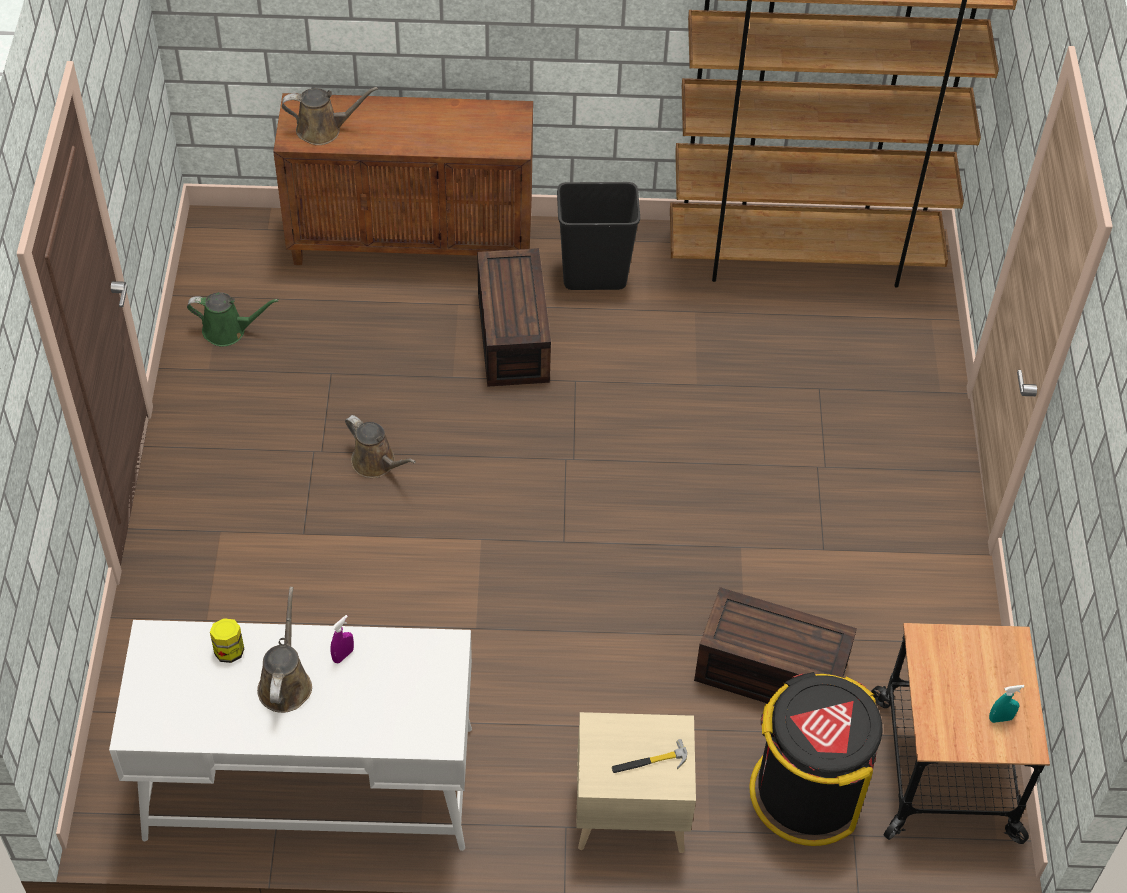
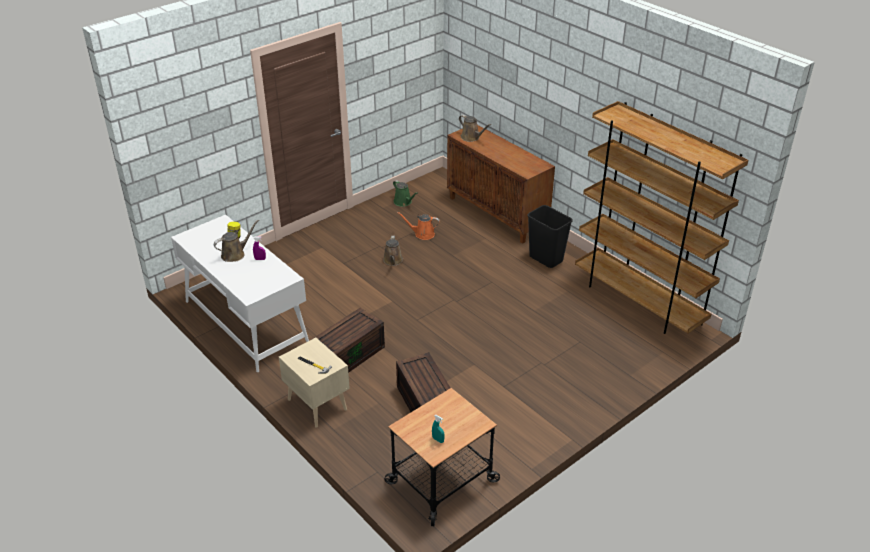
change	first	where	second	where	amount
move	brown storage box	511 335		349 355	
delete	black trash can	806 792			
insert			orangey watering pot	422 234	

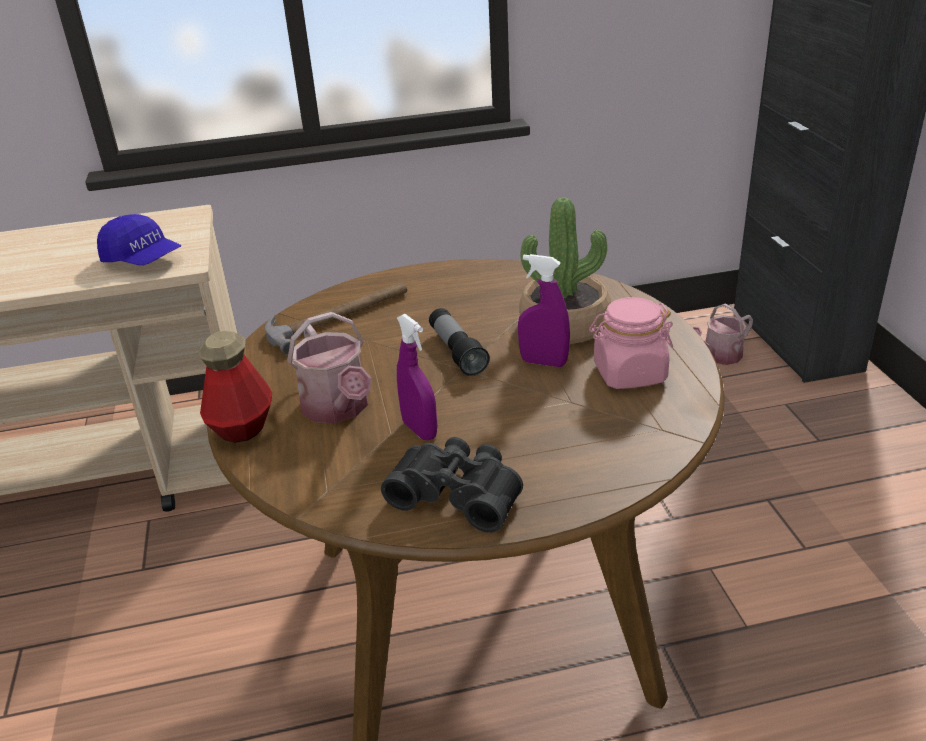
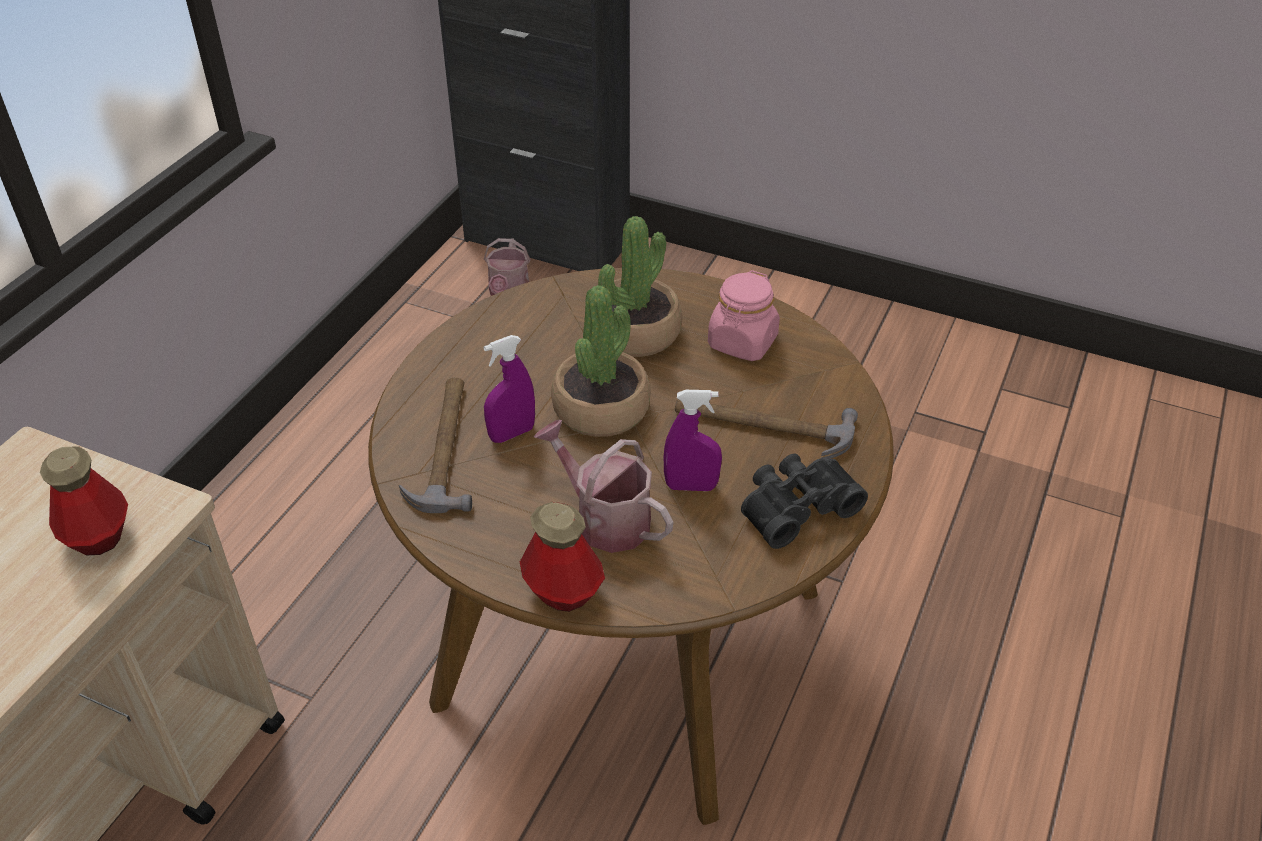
change	first	where	second	where	amount
replace	blue-coloured baseball cap	143 260	drink bottle	98 536	
rotate	watering pot	338 409		605 518	150 degrees counterclockwise
replace	torch	457 352	plant in a pot	601 408	
move	purple-coloured spray bottle	543 362		512 434	
insert			tool hammer	762 426	

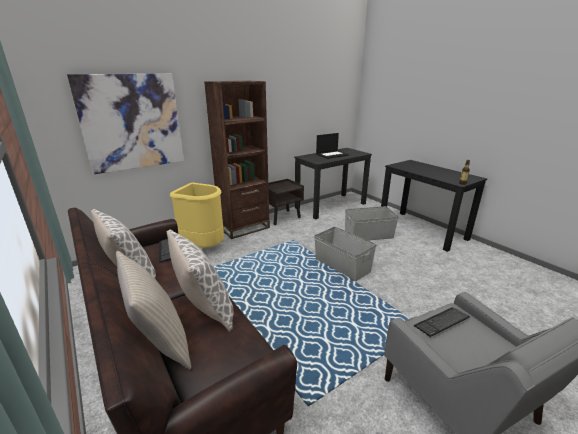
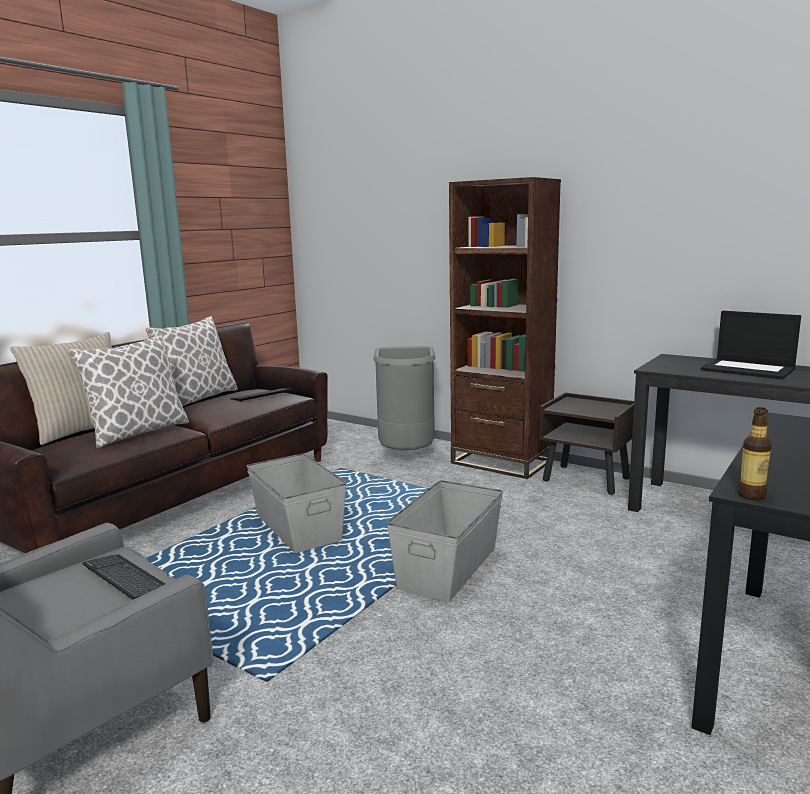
change	first	where	second	where	amount
delete	wall picture	132 122			
recolor	yellow-coloured trash can	204 247	greyish trash can	407 454	
move	greyish storage box	369 235		297 528	

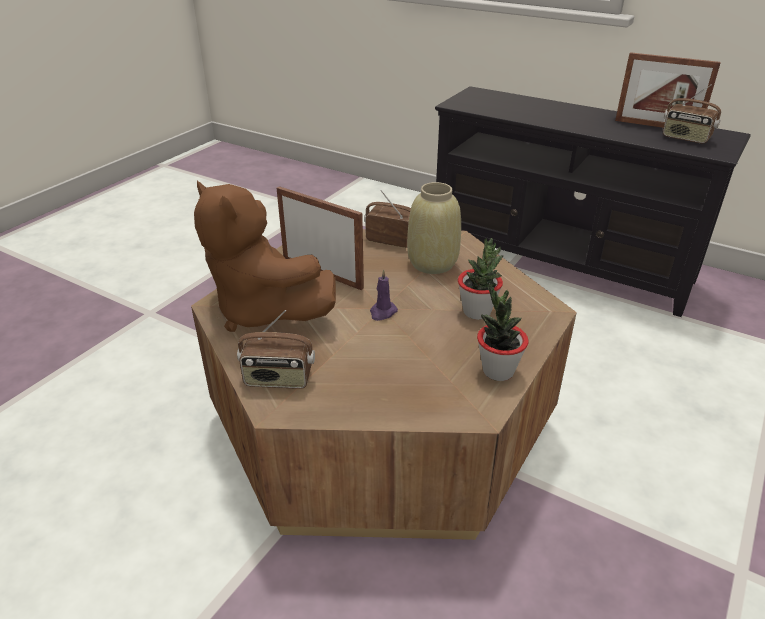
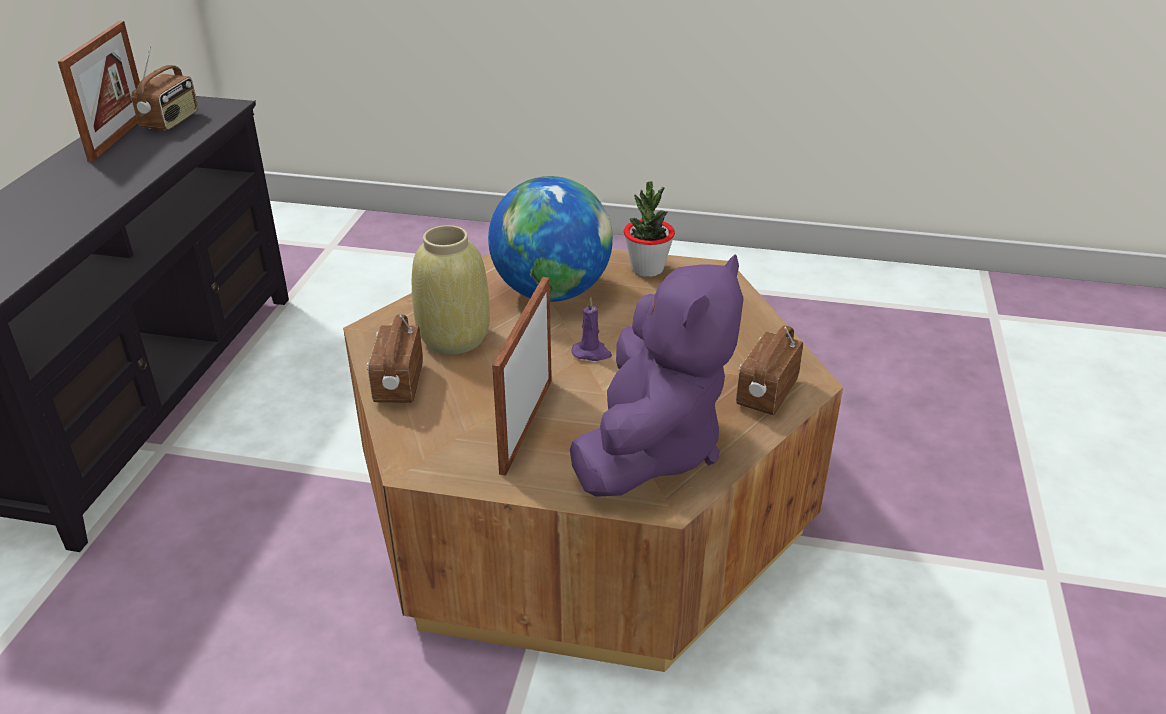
change	first	where	second	where	amount
recolor	brown plush toy	263 311	purple-coloured plush toy	650 449	
rotate	radio set	278 379		765 393	135 degrees counterclockwise
replace	plant in a pot	477 312	desk globe	551 292	

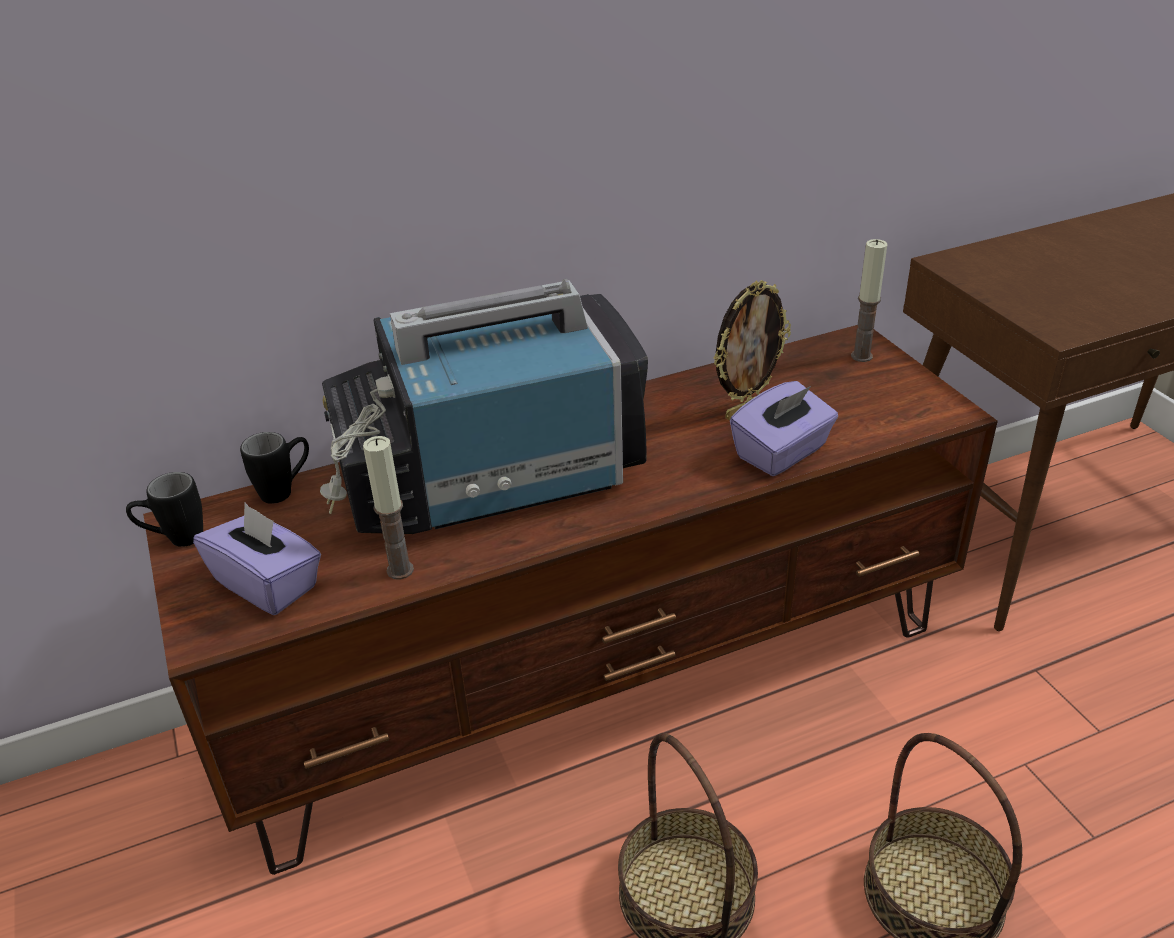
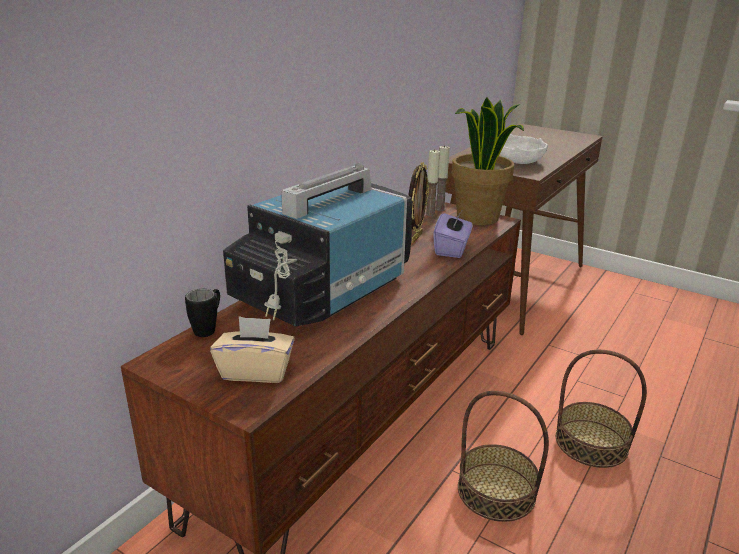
change	first	where	second	where	amount
delete	black mug	175 539			
recolor	purple-coloured tissue box	268 584	beige tissue box	256 371	
move	wax candle	400 570		430 214	
insert			plant in a pot	478 218	
insert			white-coloured deep dish	519 161	

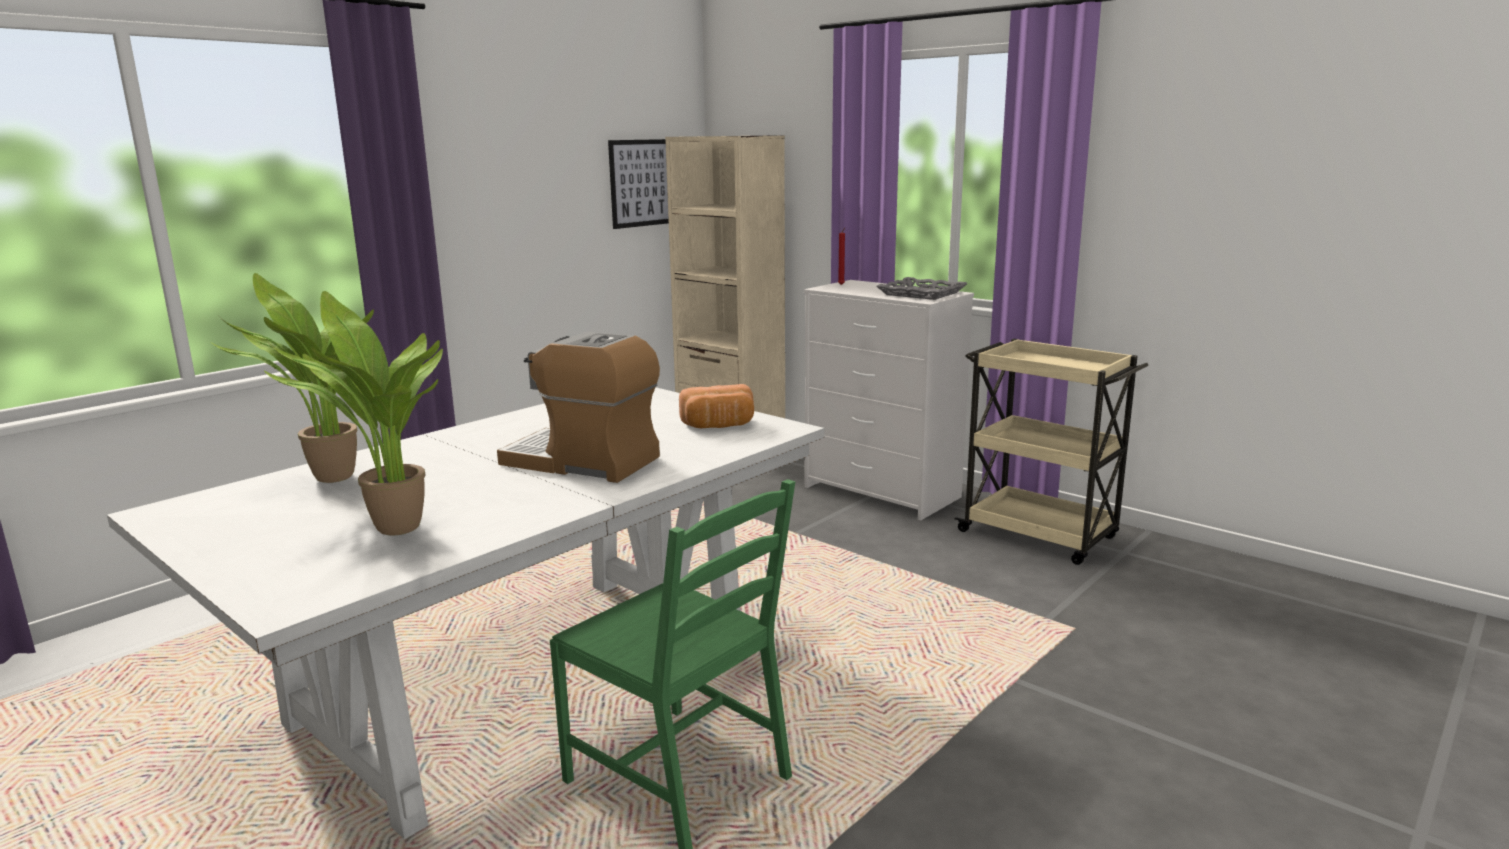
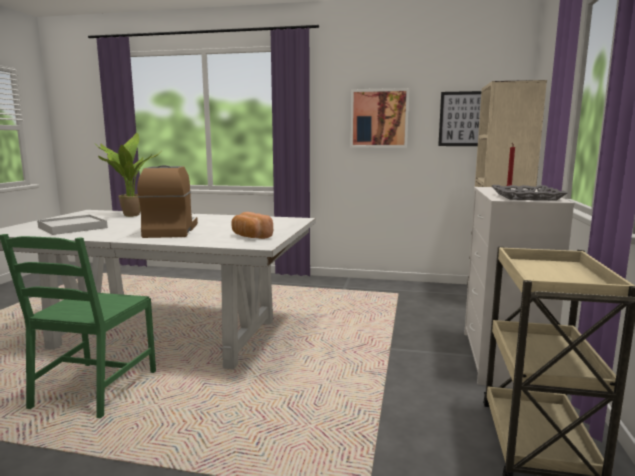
change	first	where	second	where	amount
replace	plant in a pot	390 530	white-coloured tray	72 228	
insert			wall picture	379 118	

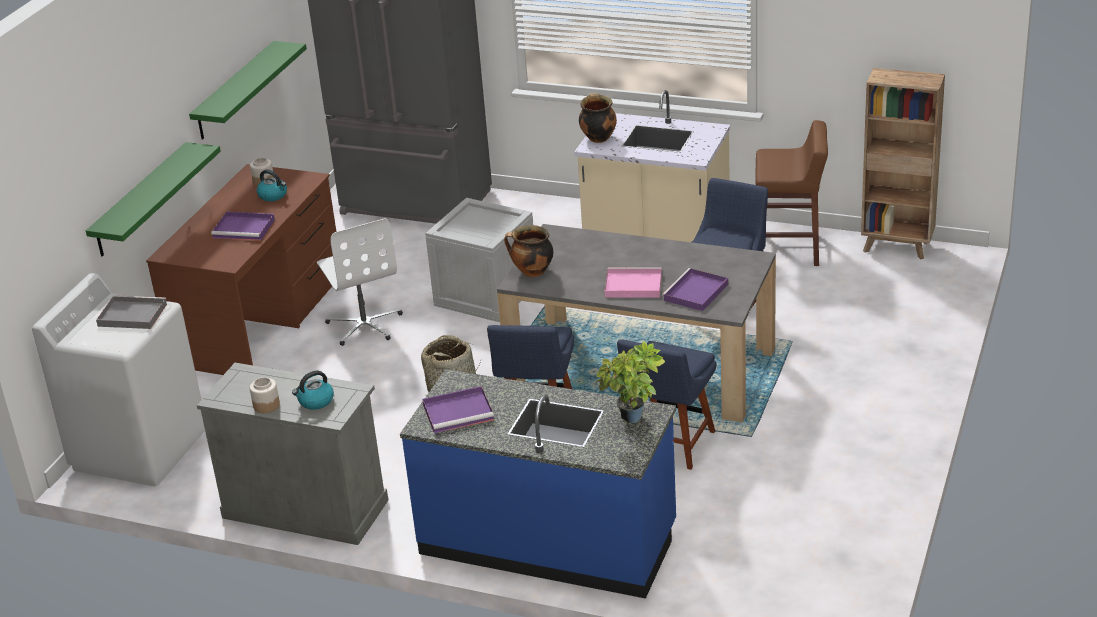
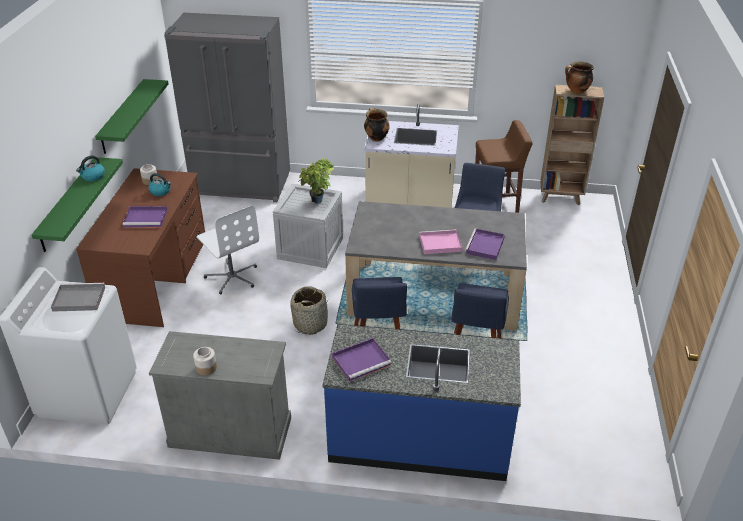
change	first	where	second	where	amount
move	tea kettle	315 401		93 176	
move	cooking pot	532 272		576 91	
move	plant in a pot	632 421		318 202	

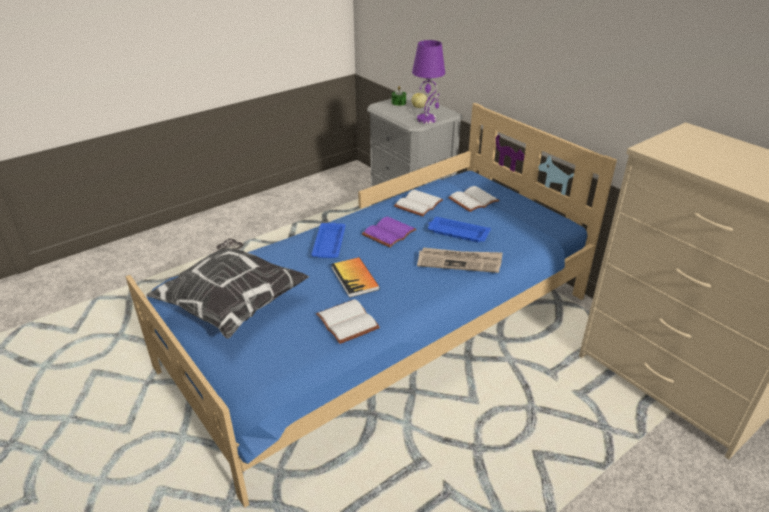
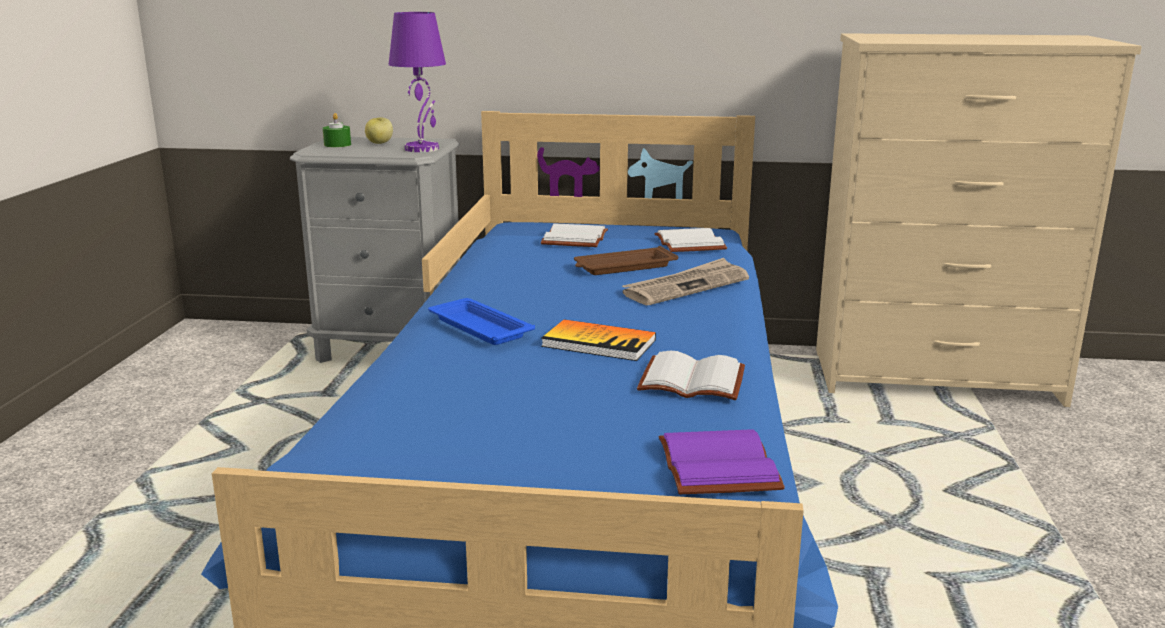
change	first	where	second	where	amount
delete	throw pillow	233 305			
move	purple-coloured volume	388 232		714 465	
move	white-coloured volume	418 203		687 243	
recolor	blue-coloured tray	457 233	brown tray	623 267	

